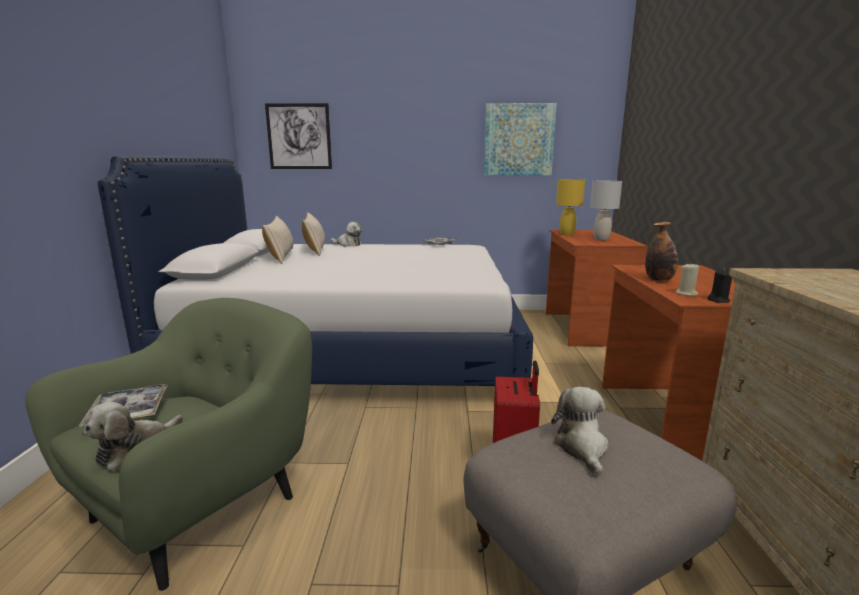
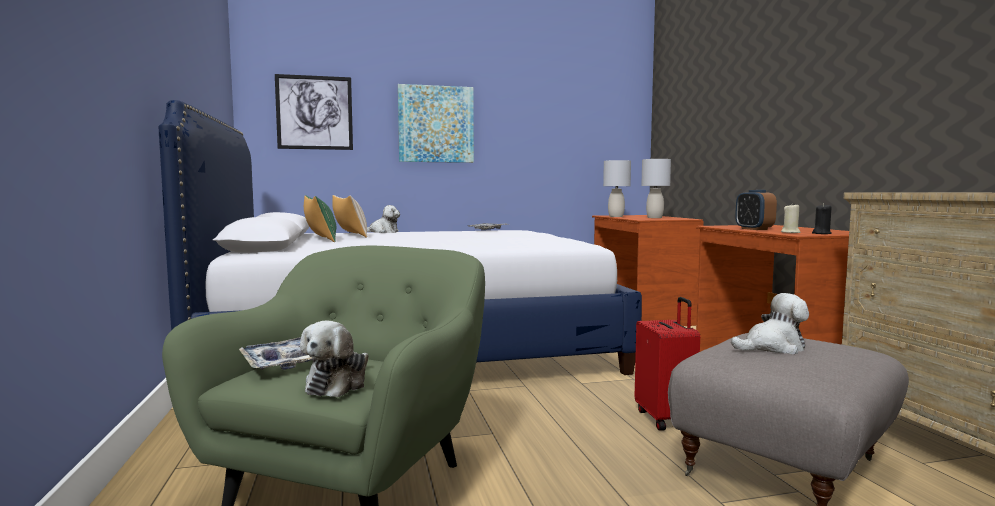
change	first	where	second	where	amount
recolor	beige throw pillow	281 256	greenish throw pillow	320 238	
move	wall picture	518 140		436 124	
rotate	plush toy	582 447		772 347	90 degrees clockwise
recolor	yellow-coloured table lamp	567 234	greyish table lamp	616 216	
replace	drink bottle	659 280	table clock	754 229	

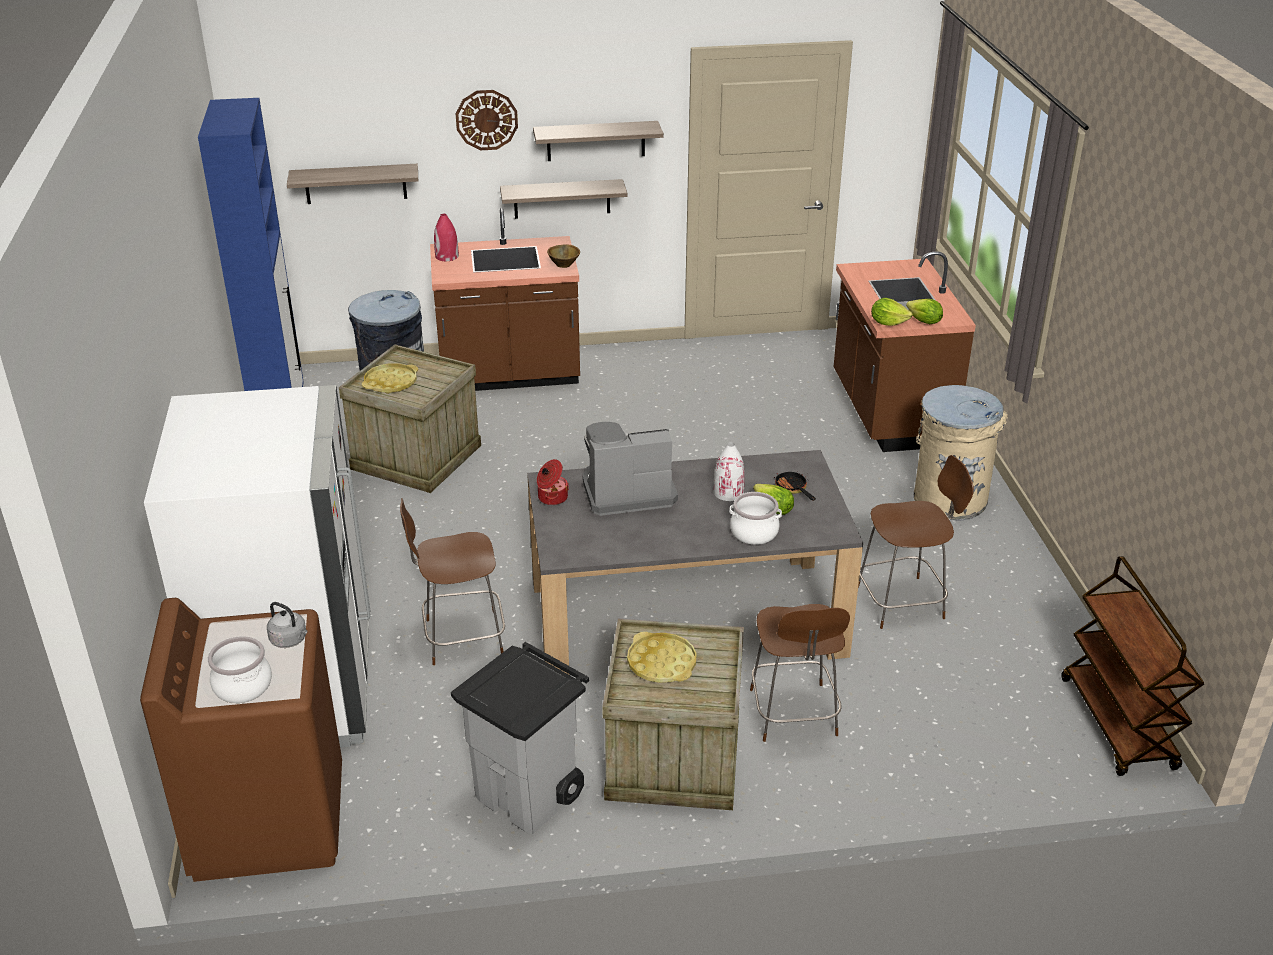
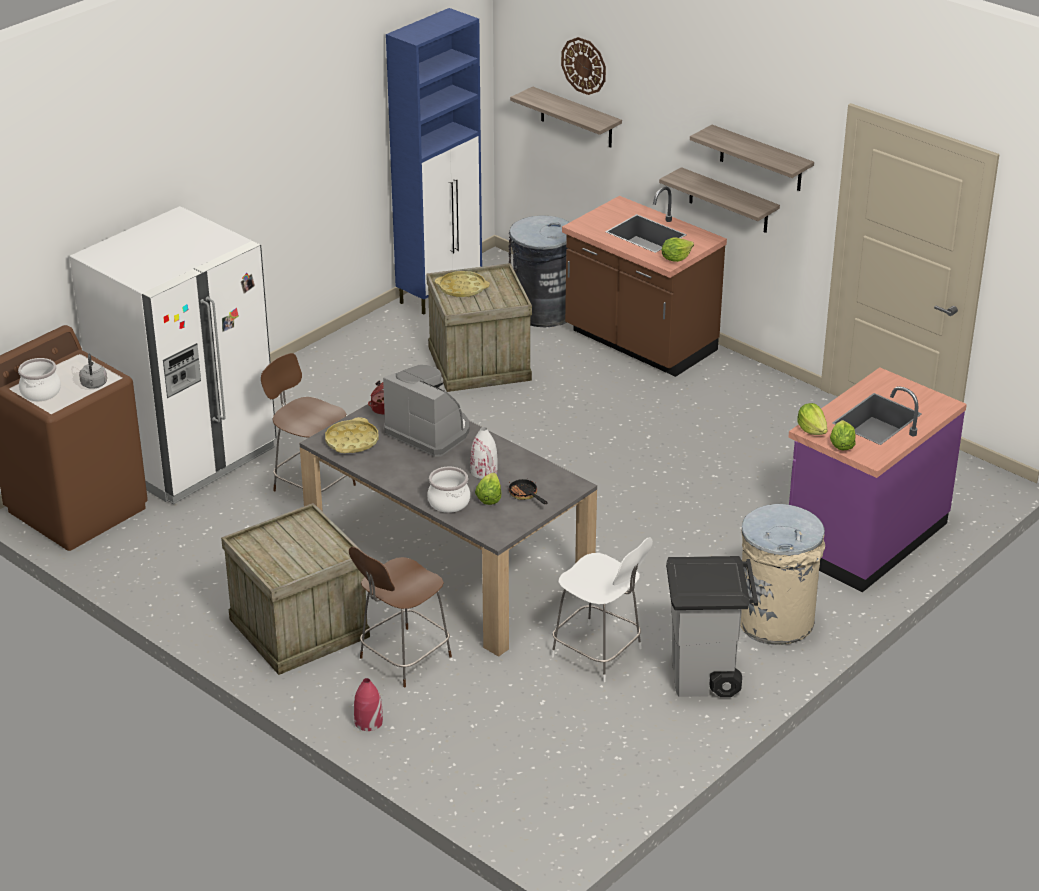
change	first	where	second	where	amount
move	red flower vase	446 256		368 722	
move	greyish trash can	530 795		705 676	
move	hanging clock	486 119		584 65	
replace	brown deep dish	564 265	head of lettuce	675 258	
move	yellow-coloured tray	661 663		352 441	
rotate	frying pan	793 489		525 495	60 degrees counterclockwise
recolor	brown kitchen counter	889 412	purple-coloured kitchen counter	864 537	
recolor	brown stool seat	903 602	white-coloured stool seat	599 654	
delete	brown cart	1118 724			

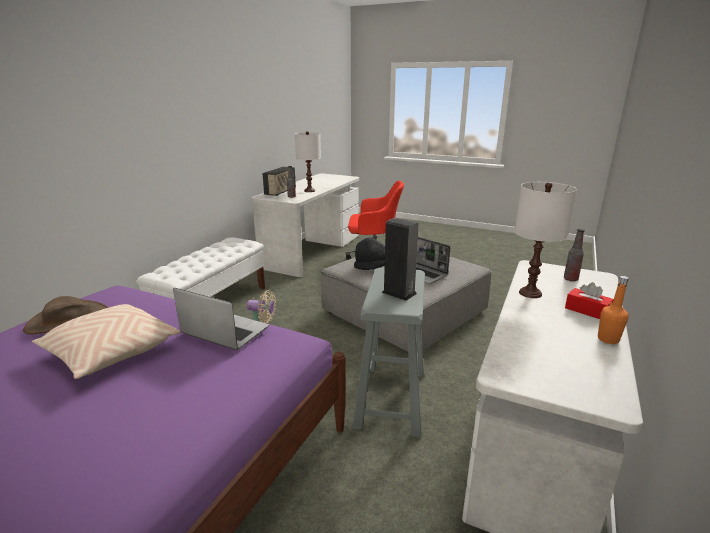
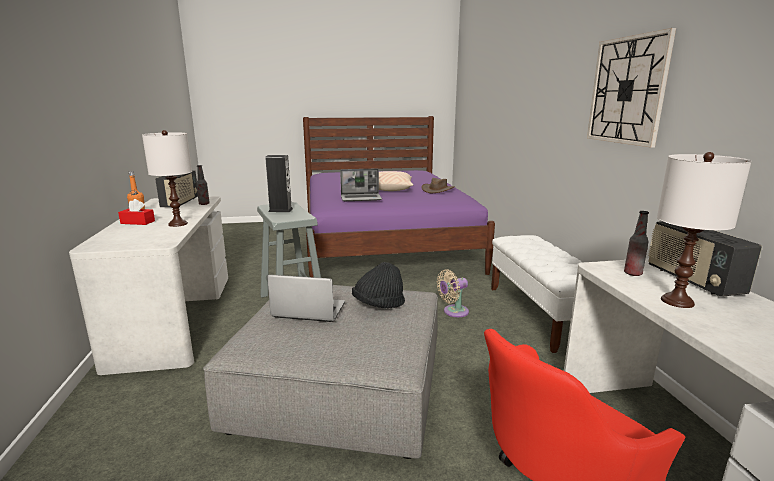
change	first	where	second	where	amount
move	drink bottle	570 279		204 204	
insert			radio set	181 203	
insert			hanging clock	627 90	

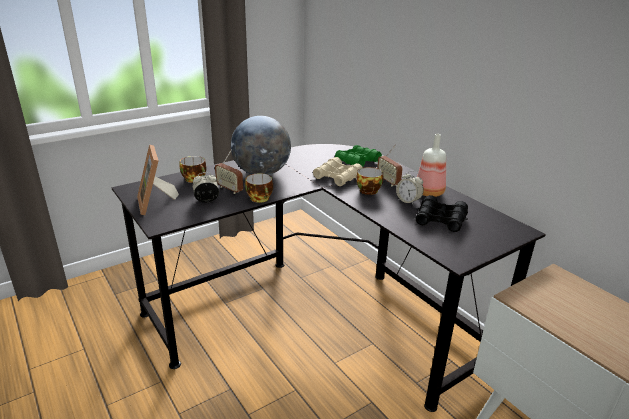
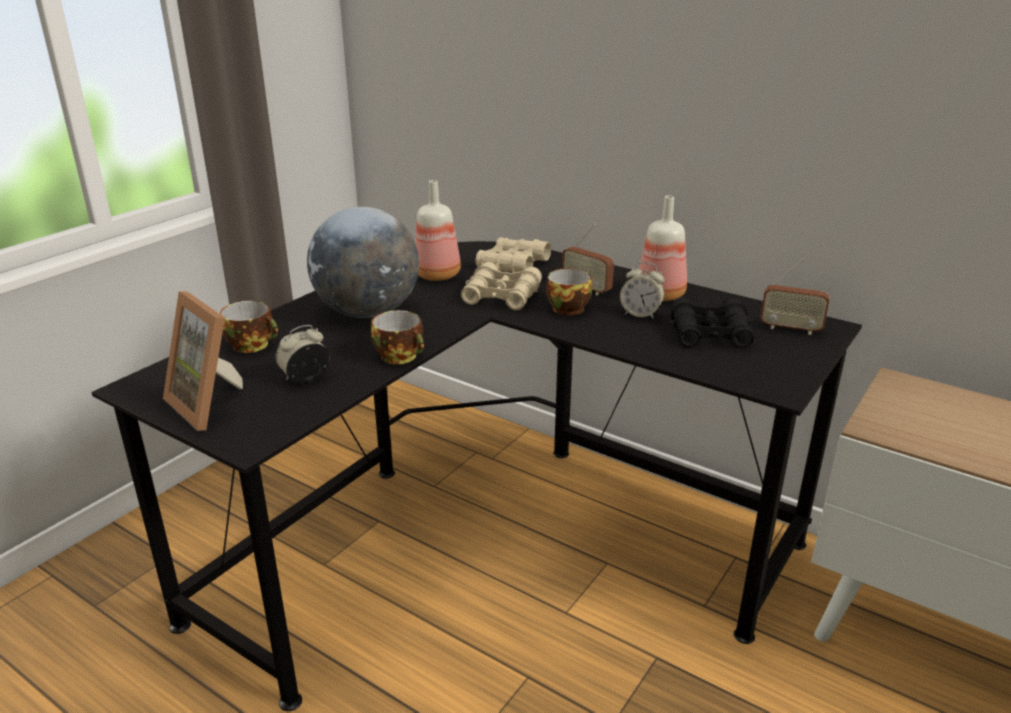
change	first	where	second	where	amount
move	radio set	230 189		790 328	
recolor	greenish pair of binoculars	357 161	beige pair of binoculars	513 265	
insert			drink bottle	439 275	

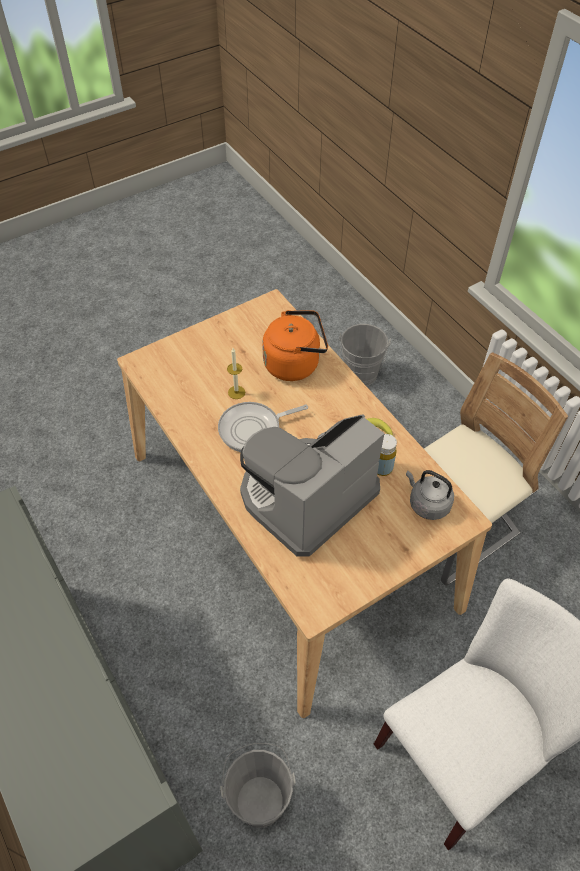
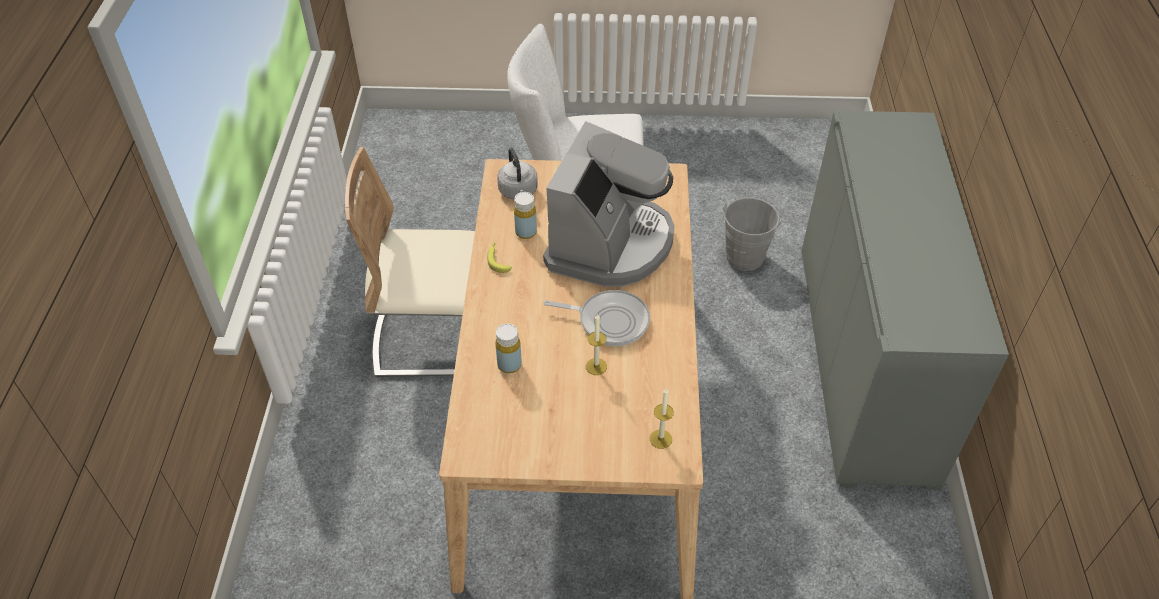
change	first	where	second	where	amount
rotate	coffee brewer	306 497		610 244	60 degrees counterclockwise
replace	orangey tea kettle	295 363	yellow-coloured drink bottle	509 365	
delete	greyish bucket	360 377			
insert			wax candle	660 439	

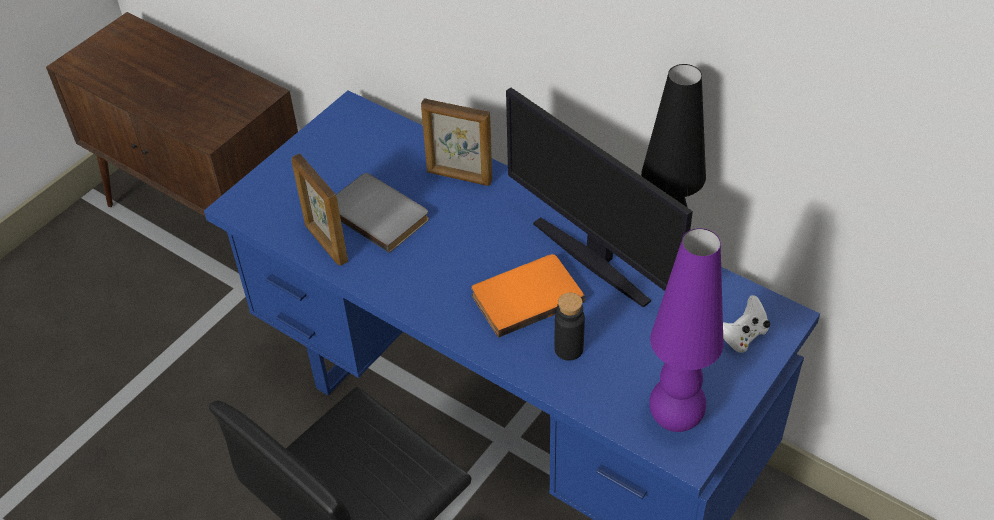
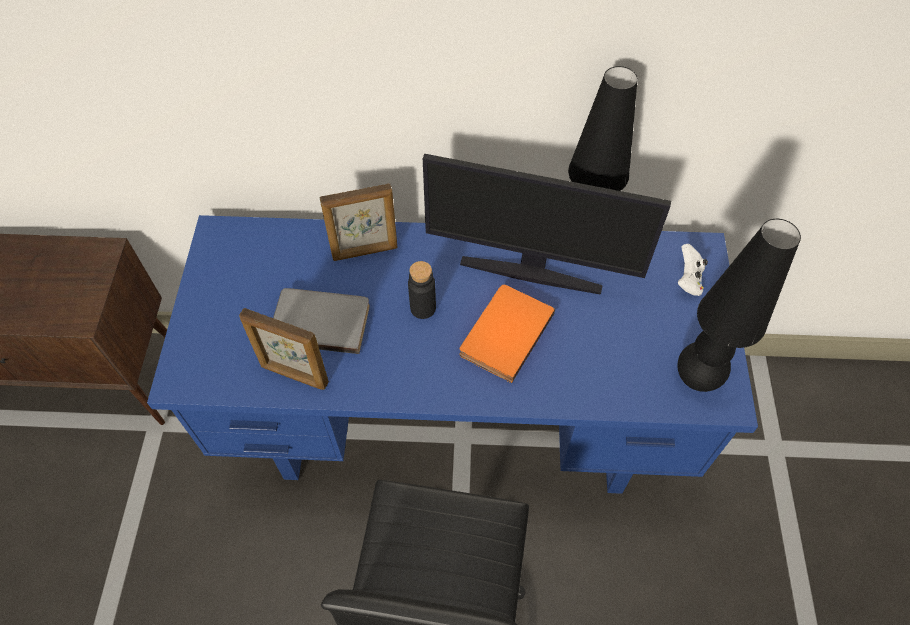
change	first	where	second	where	amount
move	black drink bottle	568 349		423 308	
recolor	purple-coloured table lamp	675 420	black table lamp	697 378	

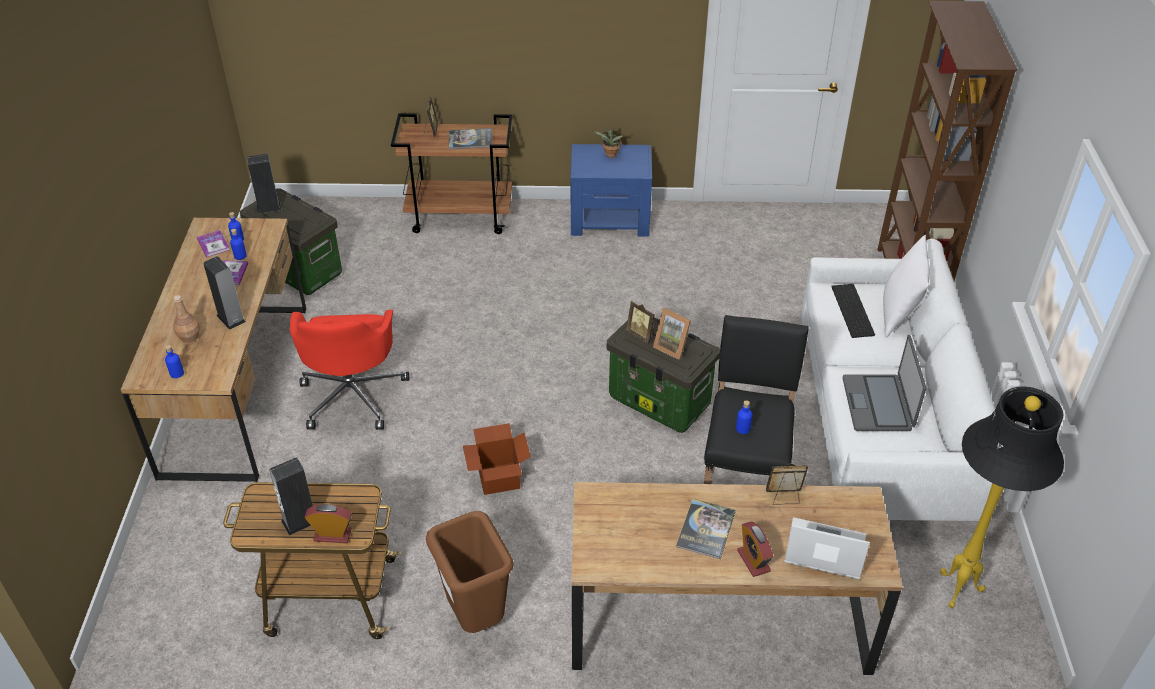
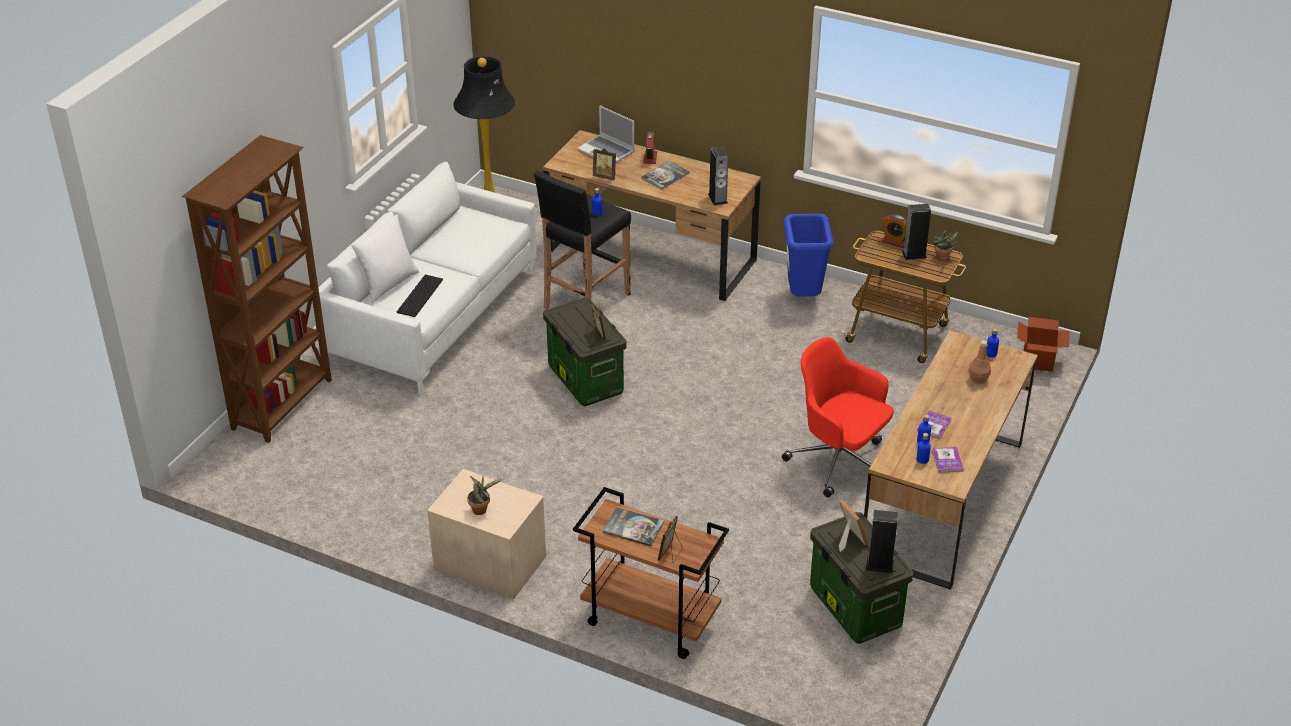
change	first	where	second	where	amount
move	loudspeaker	231 318		717 198	
rotate	red computer chair	353 395		838 461	75 degrees counterclockwise
recolor	brown trash can	476 619	blue-coloured trash can	803 297	
move	carton	499 478		1037 361	
recolor	blue-coloured nightstand	610 218	beige nightstand	489 562	
move	photo frame	672 346		848 539	
delete	notebook computer	878 404			
insert			plant in a pot	943 258	

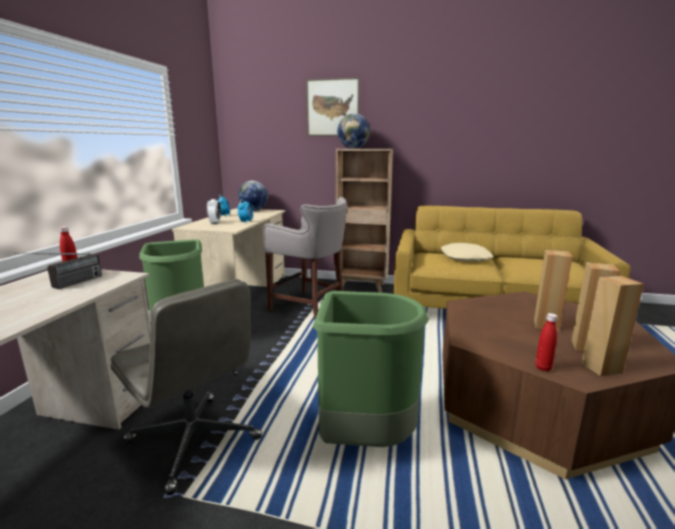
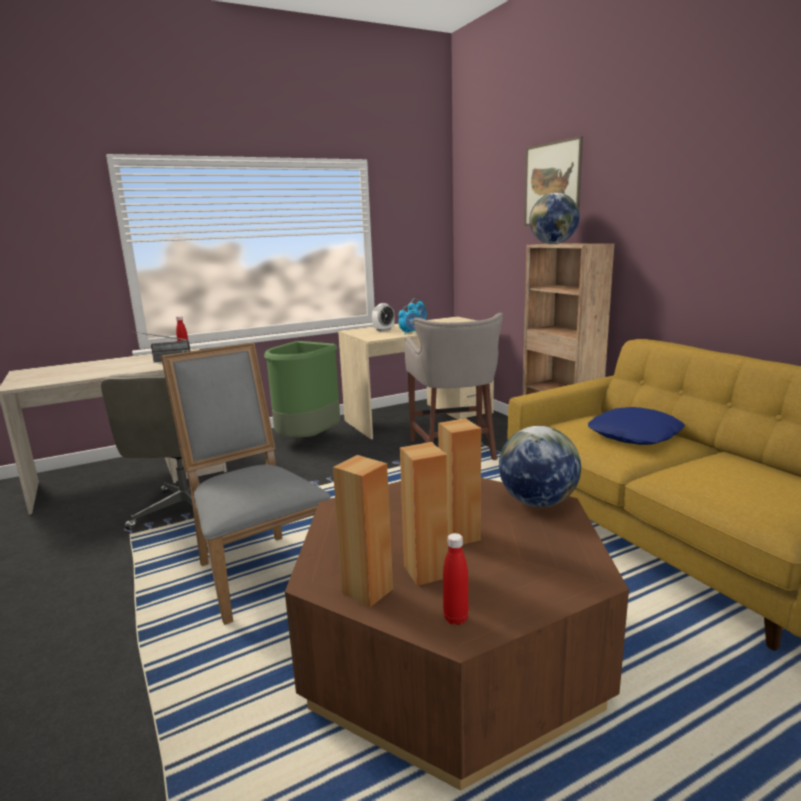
change	first	where	second	where	amount
move	desk globe	253 210		537 502	
replace	greenish trash can	364 438	greyish chair	258 569	
recolor	beige throw pillow	465 258	blue-coloured throw pillow	635 435	
move	red drink bottle	543 368		455 618	

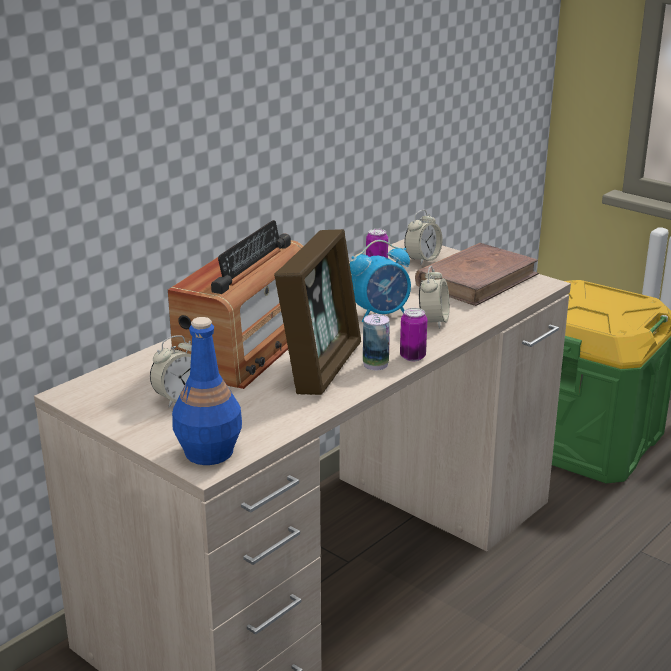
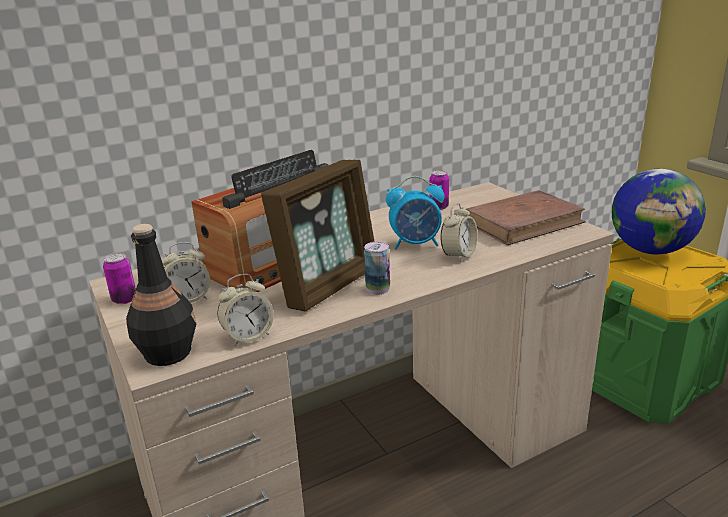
change	first	where	second	where	amount
recolor	blue-coloured drink bottle	208 452	black drink bottle	168 353	
move	metal can	412 357		124 299	
move	table clock	422 259		248 336	
insert			desk globe	651 250	

